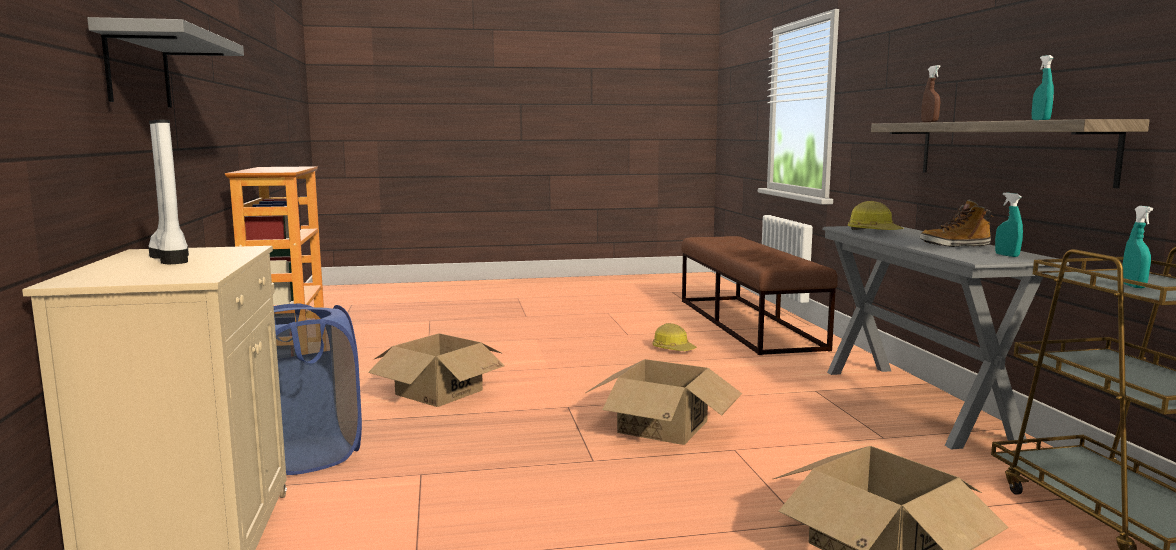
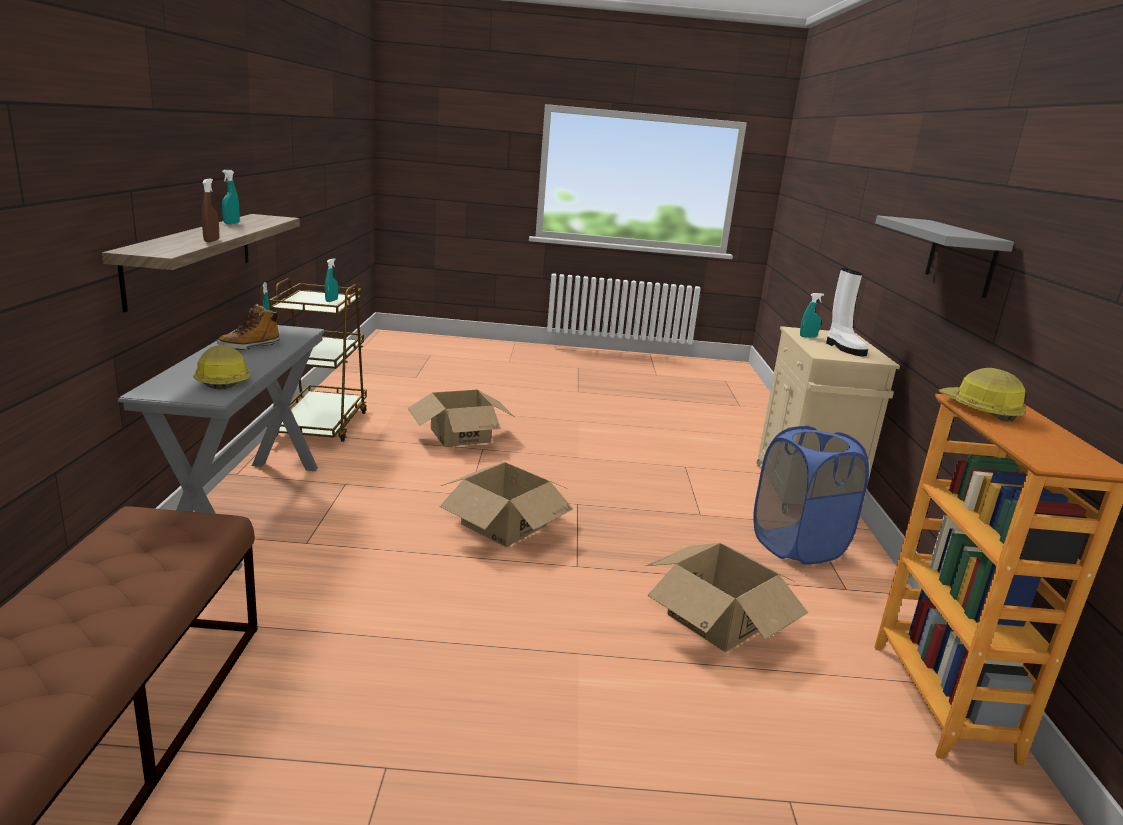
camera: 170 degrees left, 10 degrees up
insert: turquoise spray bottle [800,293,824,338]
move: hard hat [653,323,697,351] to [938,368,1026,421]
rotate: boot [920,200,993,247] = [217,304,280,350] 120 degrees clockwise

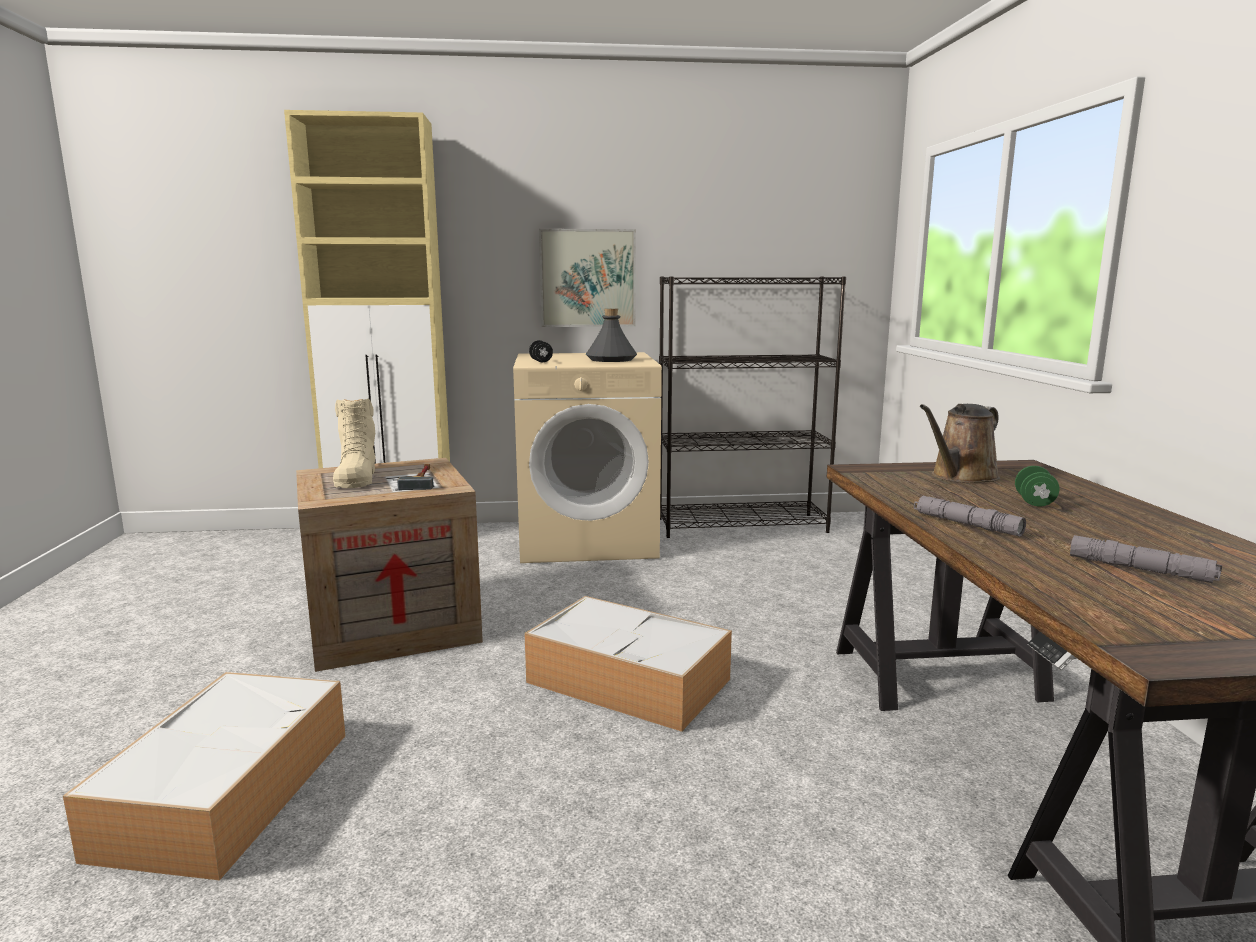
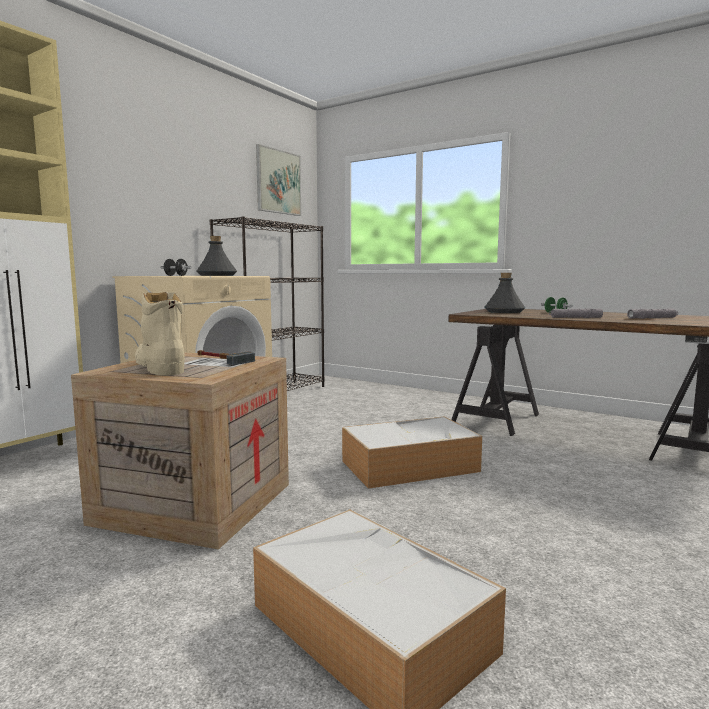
camera: 50 degrees left, 5 degrees down
move: picture [539,229,636,327] to [256,144,301,216]
replace: brown watering can [920,404,1000,483] to grey bottle [485,273,525,313]
rotate: beige boot [333,398,376,488] = [135,292,185,375] 150 degrees counterclockwise

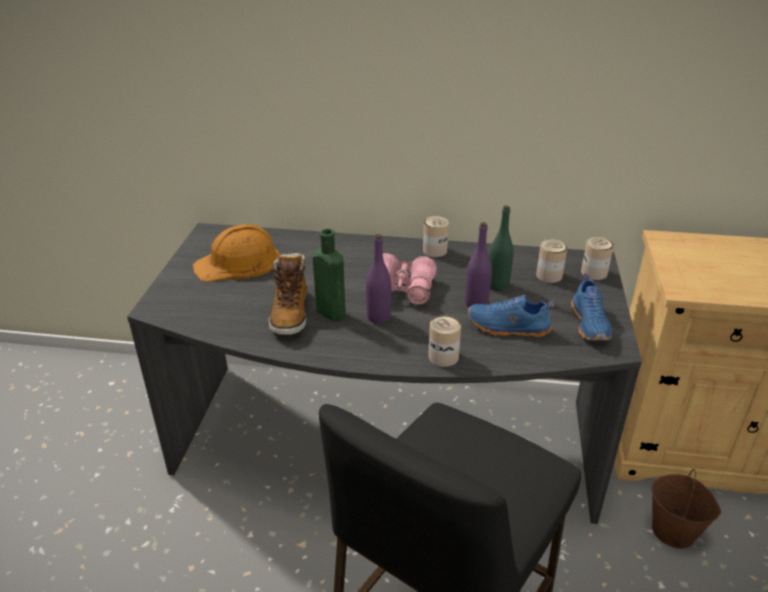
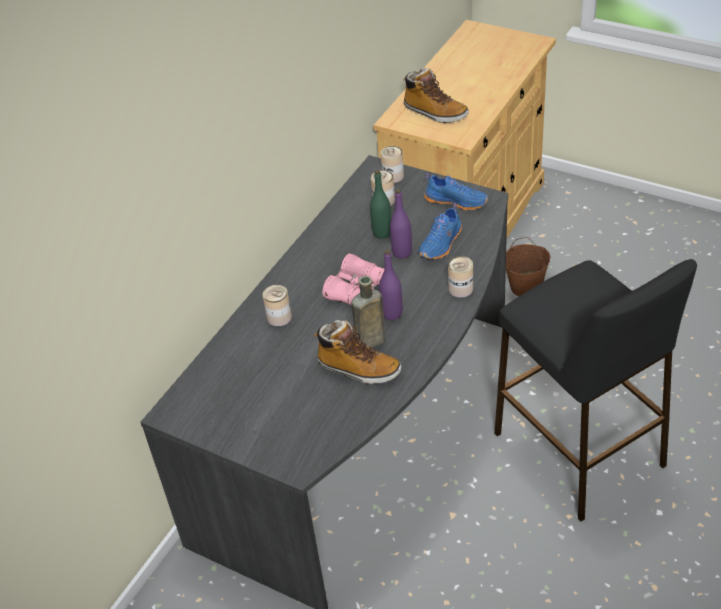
camera: 65 degrees left, 10 degrees up
delete: orange hard hat [193,224,280,282]
insert: boot [403,68,469,123]
move: can [423,216,449,257] to [263,285,292,326]
recolor: green bottle [313,229,346,321] to brown bottle [351,276,385,348]

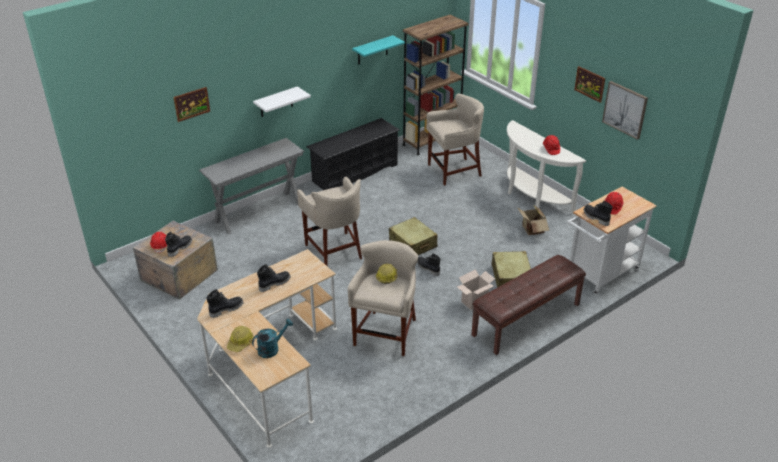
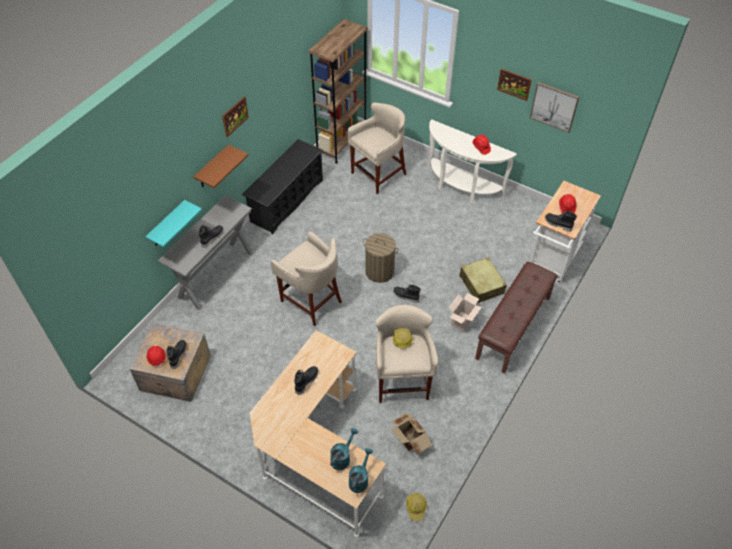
camera: 20 degrees left, 15 degrees up
insert: turquoise watering can [349,448,373,493]
move: picture [174,87,210,122] to [222,96,249,137]; black boot [206,289,243,318] to [198,225,224,248]; hard hat [227,326,254,352] to [406,493,427,521]; turquoise shelf [352,35,405,64] to [145,200,202,247]; cardboard box [518,206,549,235] to [390,413,432,455]
replace: beige suitcase [389,217,438,255] to laundry basket [363,233,399,283]
recolor: white shelf [253,86,311,117] to brown shelf [194,145,249,188]

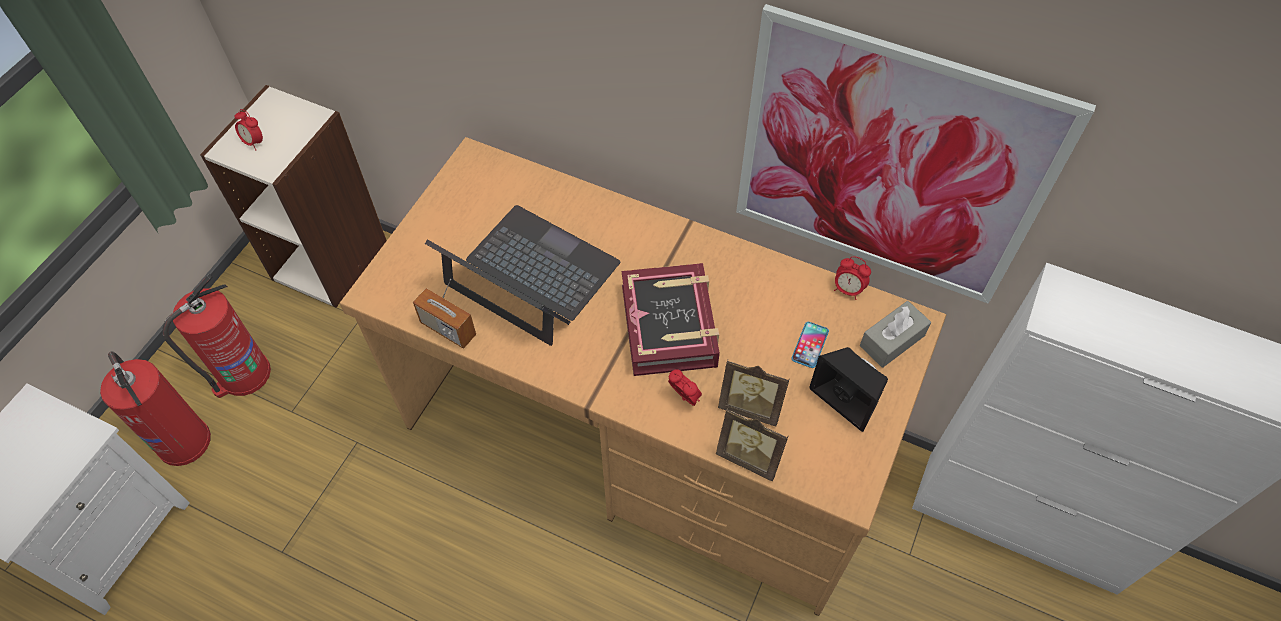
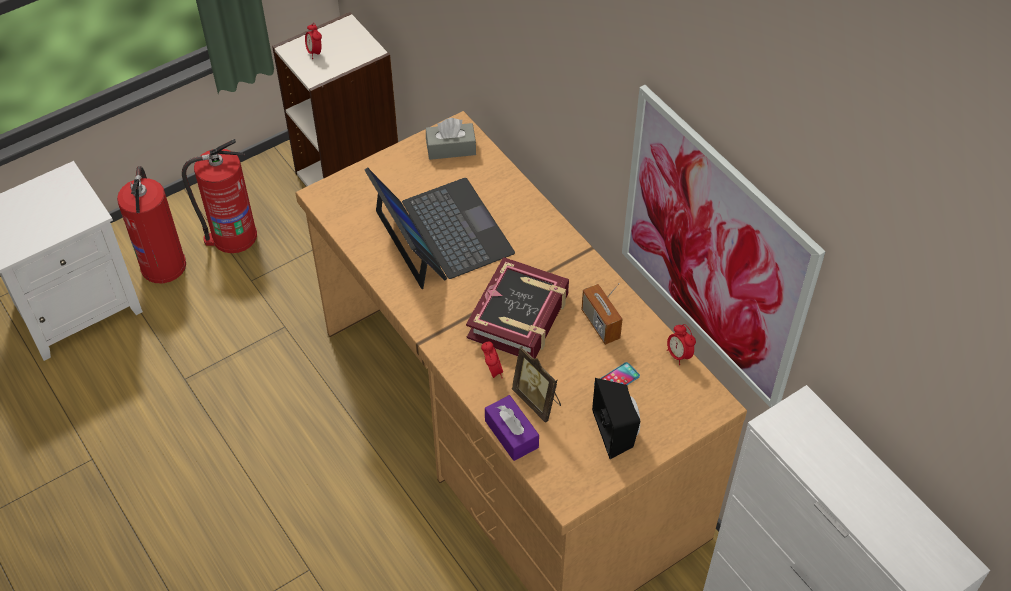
camera: 30 degrees right, 5 degrees down
move: radio [413,279,476,349] to [581,283,623,345]; grey tissue box [860,301,931,368] to [426,118,476,160]
replace: picture frame [716,408,788,481] to purple tissue box [485,395,539,461]

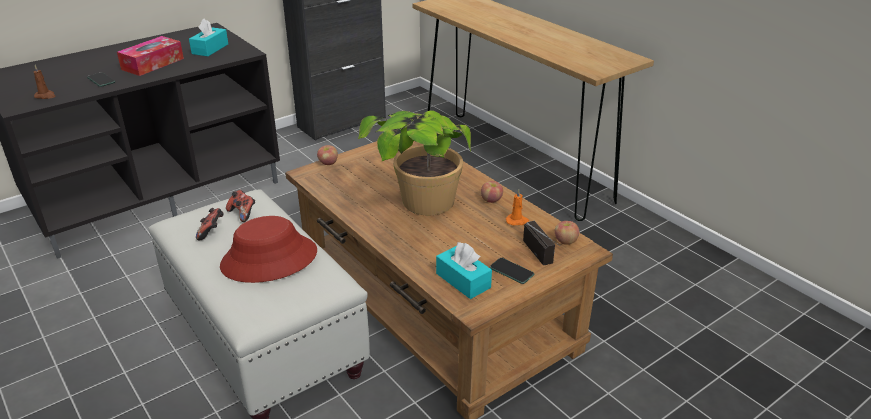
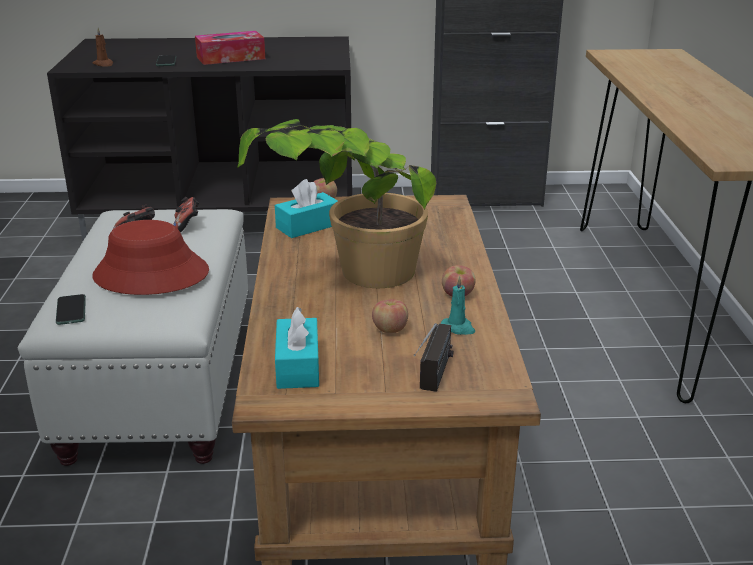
camera: 35 degrees right, 5 degrees down
move: turquoise tissue box [189,18,228,56] to [275,179,338,238]; phone [490,258,534,284] to [56,294,86,325]; apple [555,221,579,245] to [372,299,408,333]
recolor: orange candle [506,189,529,226] to turquoise candle [441,276,475,335]

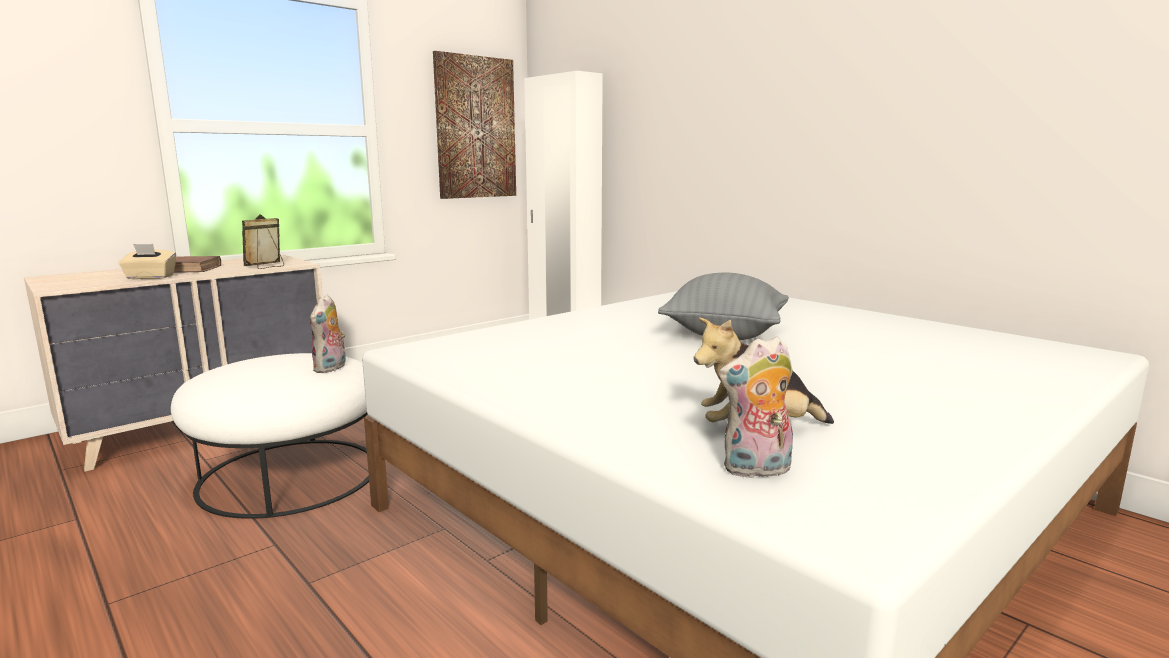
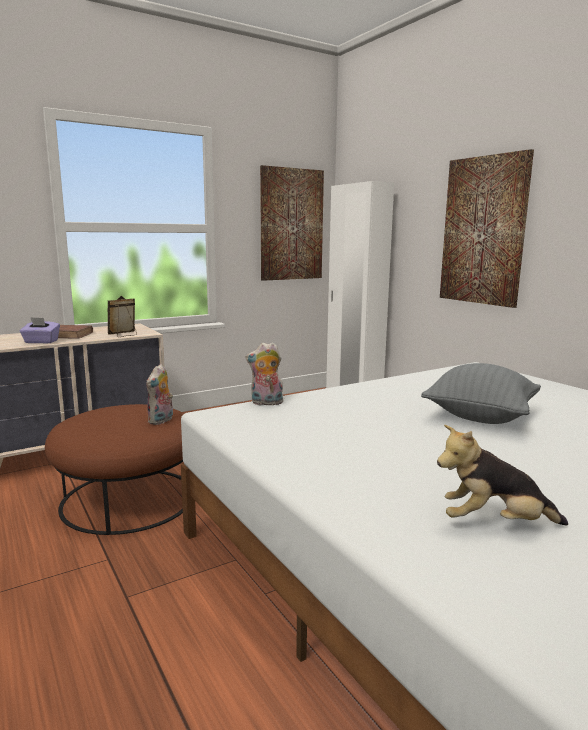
camera: 10 degrees right, 0 degrees up
insert: picture [440,149,534,308]
move: plush toy [719,337,793,479] to [245,342,284,405]
recolor: beige tissue box [118,244,176,279] to purple tissue box [20,317,60,343]; white ottoman [171,353,369,519] to brown ottoman [45,404,184,535]

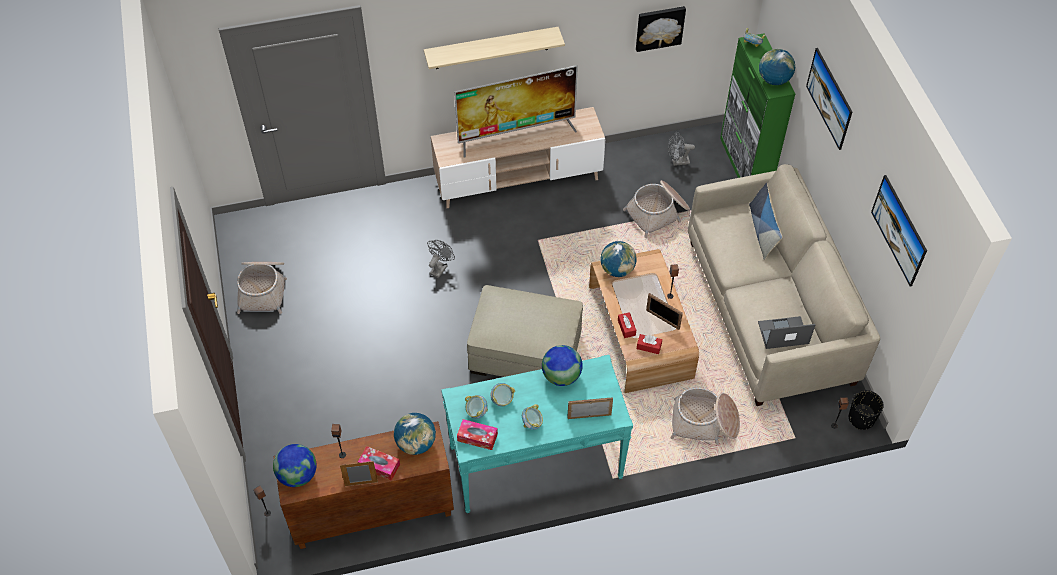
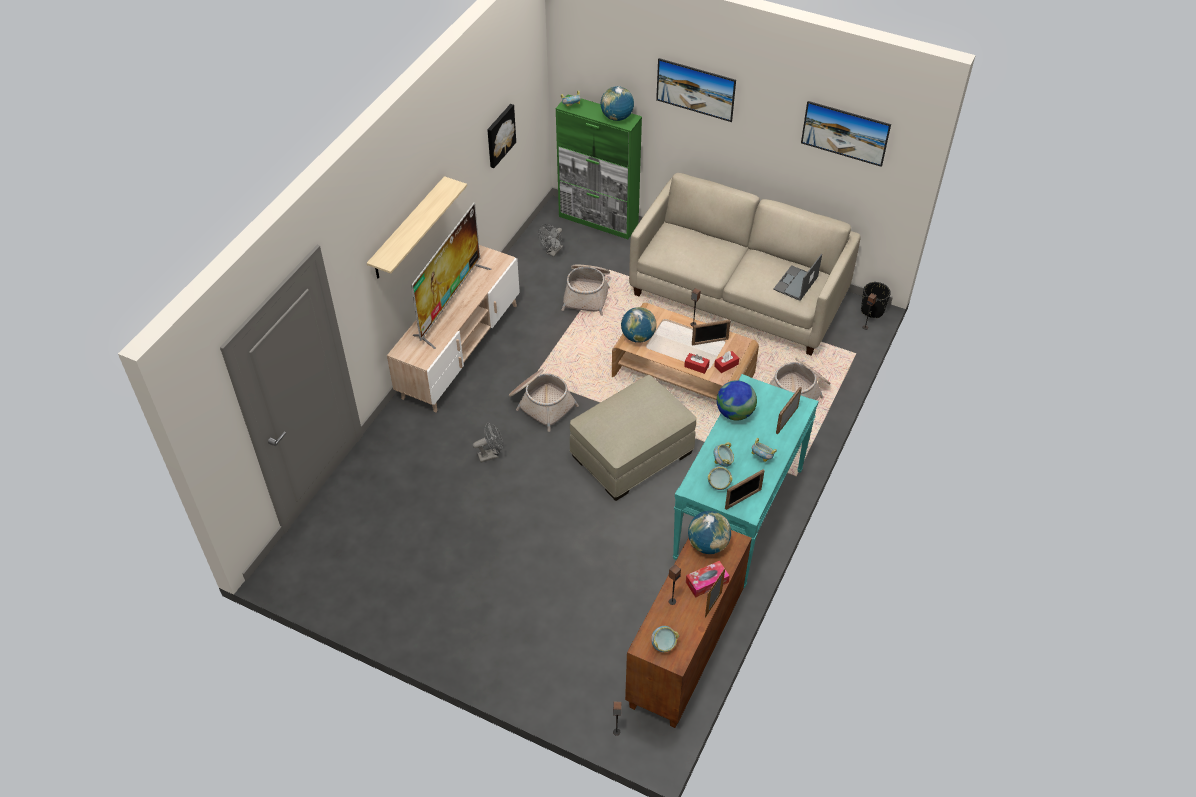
camera: 50 degrees left, 5 degrees down
delete: pillow [749,183,782,260]
move: basket [237,262,287,314] to [509,369,579,432]
replace: globe [273,444,317,487] to bowl [651,626,679,652]; tissue box [457,419,498,450] to picture frame [725,469,765,510]
rotate: grey fan [427,240,455,278] = [473,422,503,463] 90 degrees clockwise

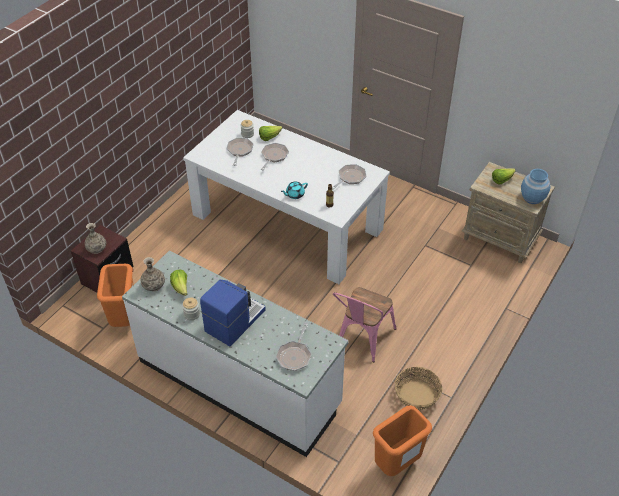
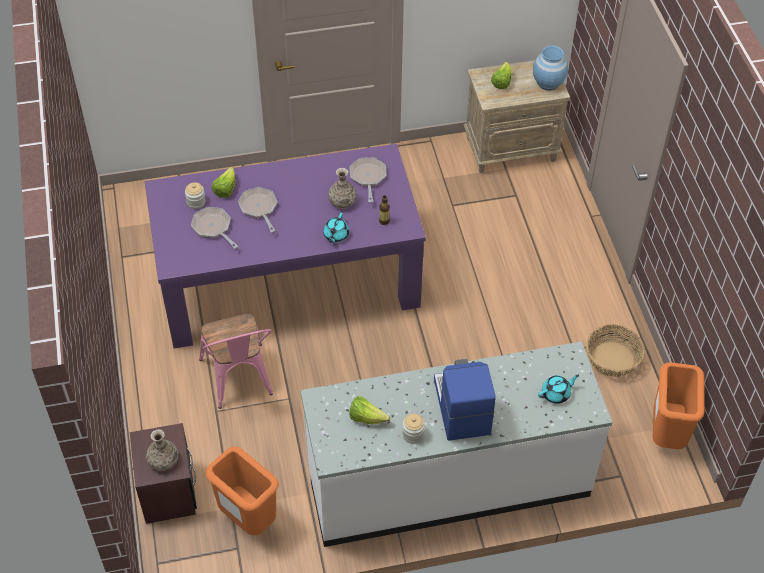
camera: 45 degrees left, 5 degrees up
move: vase [140,257,165,291] to [328,168,357,209]; pink chair [333,287,396,362] to [199,313,273,409]
replace: frying pan [276,323,312,371] to turquoise teapot [538,375,579,404]
recolor: white dining table [183,110,390,284] to purple dining table [145,144,426,348]

